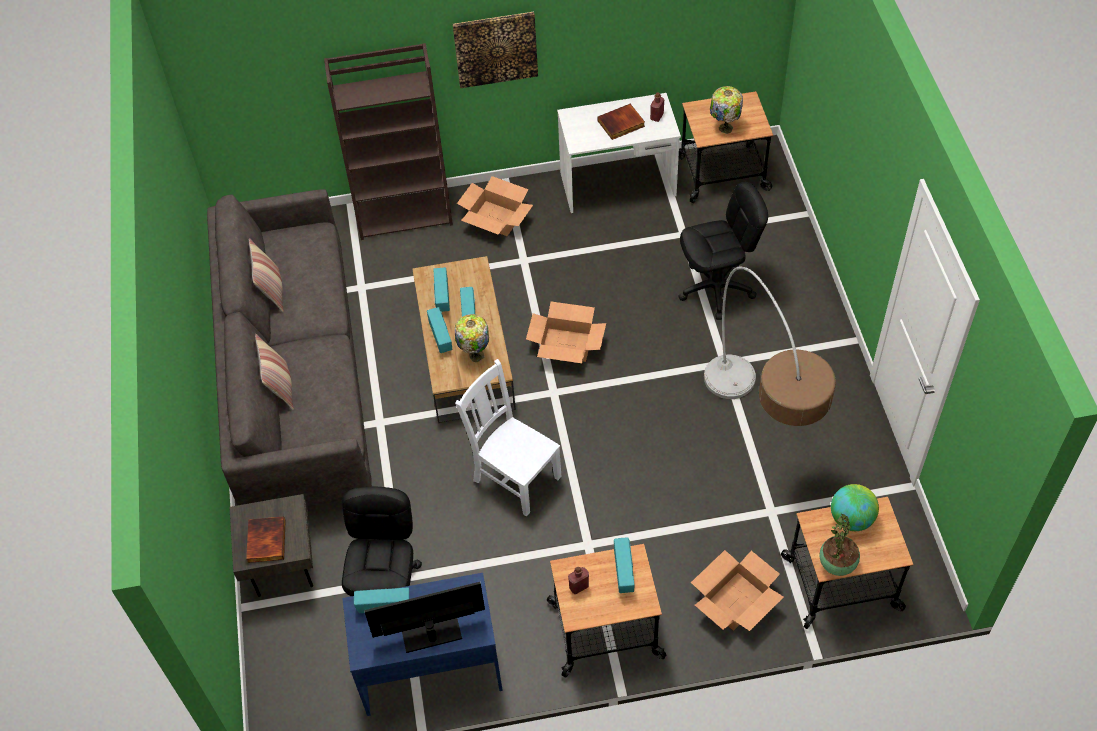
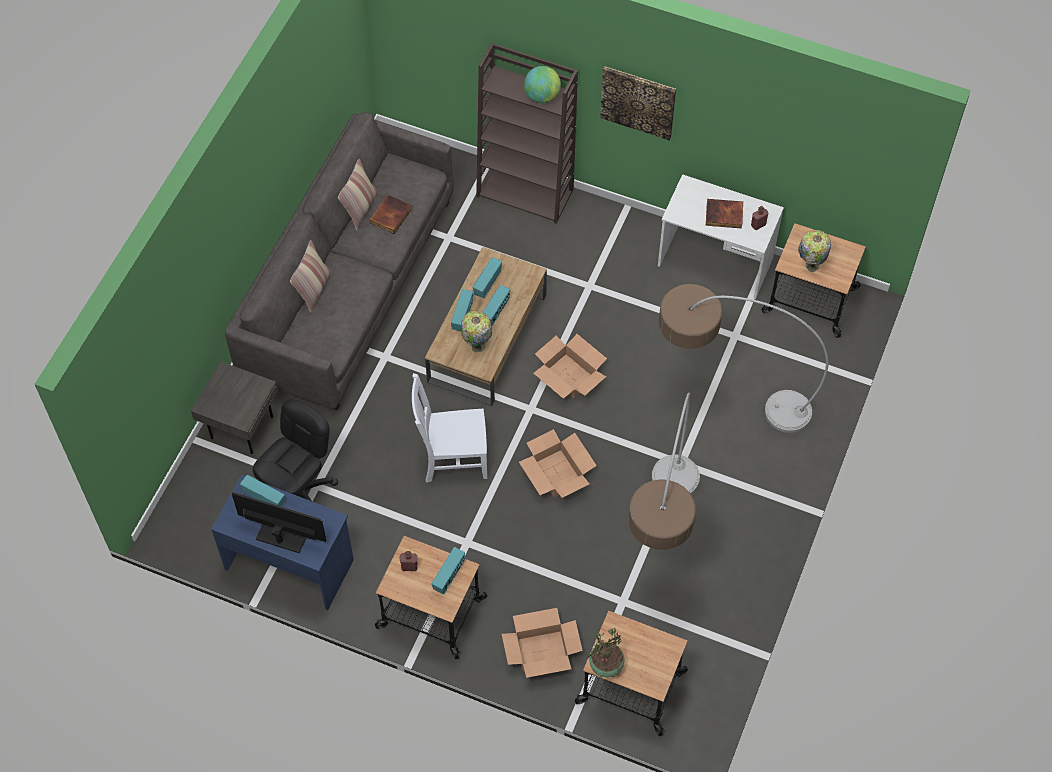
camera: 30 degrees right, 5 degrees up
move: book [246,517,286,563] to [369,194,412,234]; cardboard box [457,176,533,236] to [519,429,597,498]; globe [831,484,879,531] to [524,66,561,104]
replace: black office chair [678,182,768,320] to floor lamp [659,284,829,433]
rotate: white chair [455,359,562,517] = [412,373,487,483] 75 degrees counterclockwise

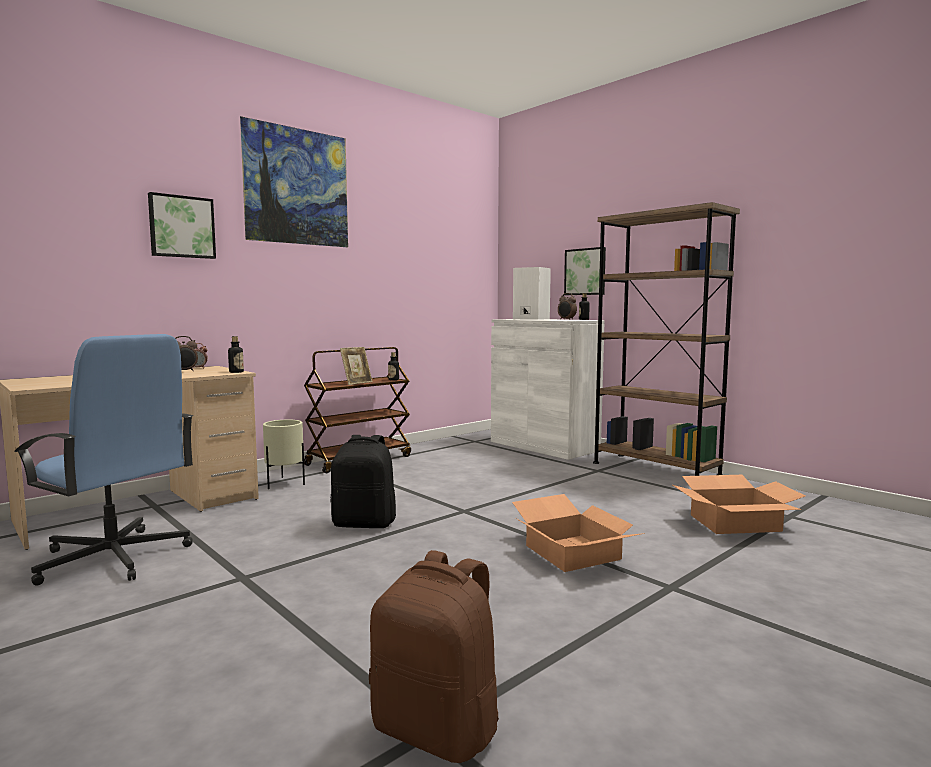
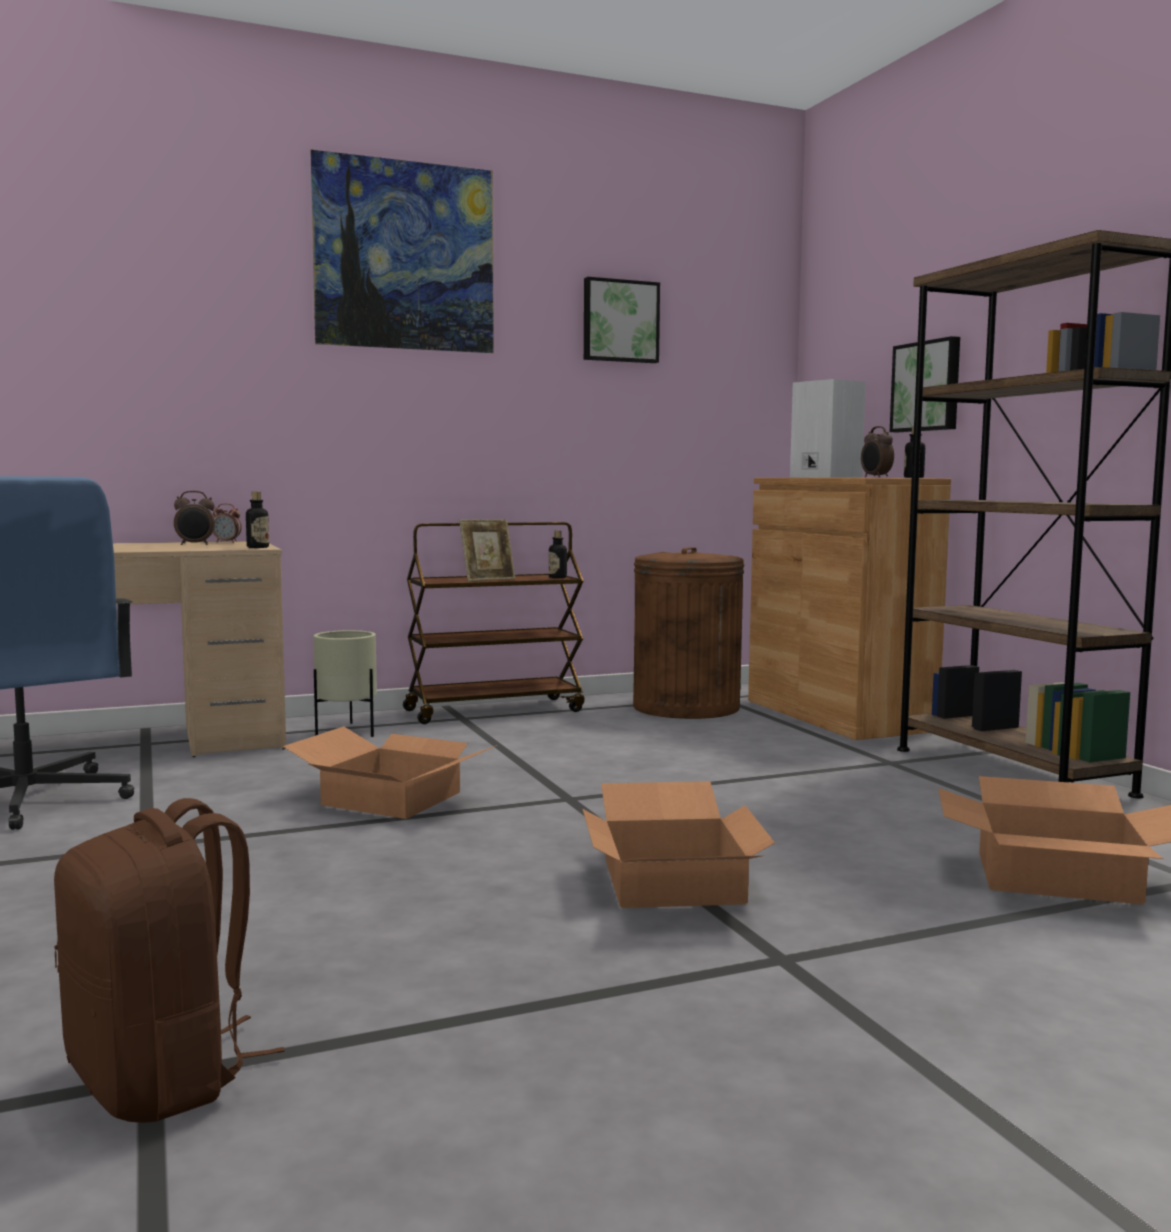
camera: 20 degrees right, 0 degrees up
insert: brown trash can [633,547,744,719]
move: picture [148,192,216,259] to [584,277,660,363]
replace: black backpack [330,435,396,528] to cardboard box [283,726,498,819]
recolor: white cabinet [491,319,605,460] to brown cabinet [748,478,951,740]

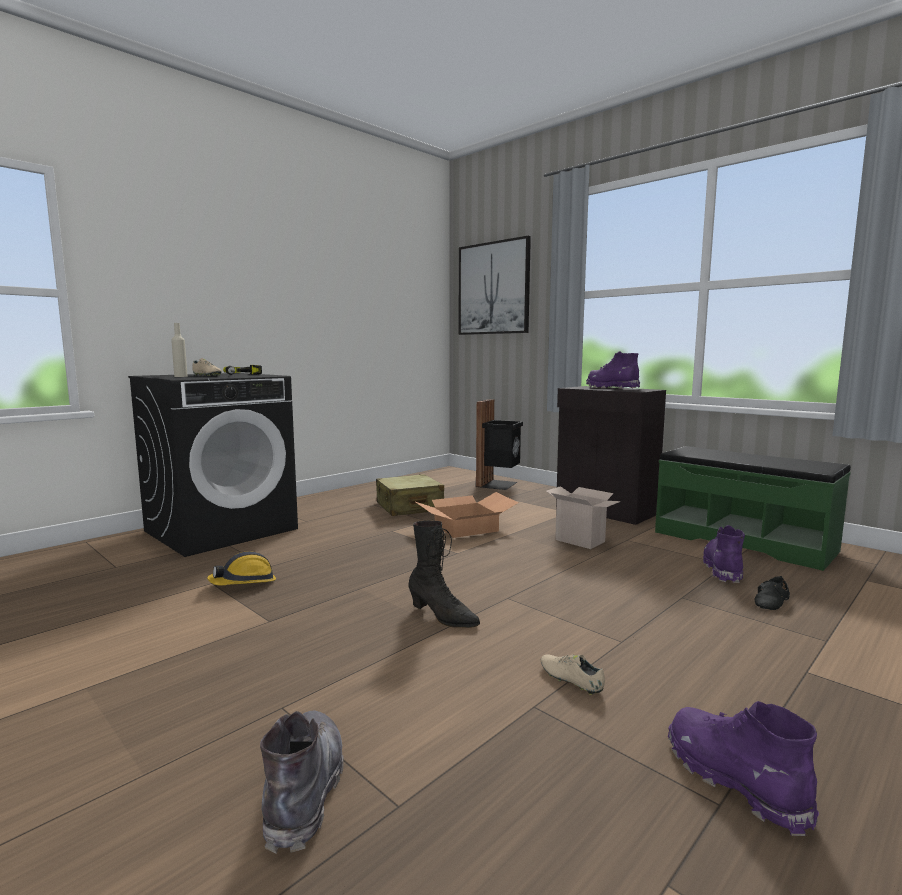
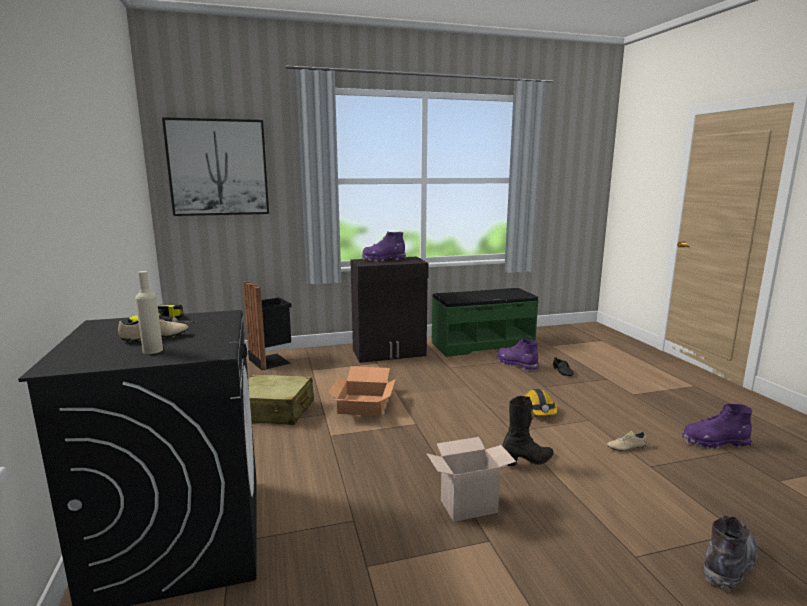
camera: 60 degrees left, 5 degrees up
move: hard hat [207,551,276,585] to [525,389,557,415]; cardboard box [546,486,621,549] to [427,437,516,522]
rotate: grey boot [260,711,344,853] = [703,515,758,591] 105 degrees clockwise

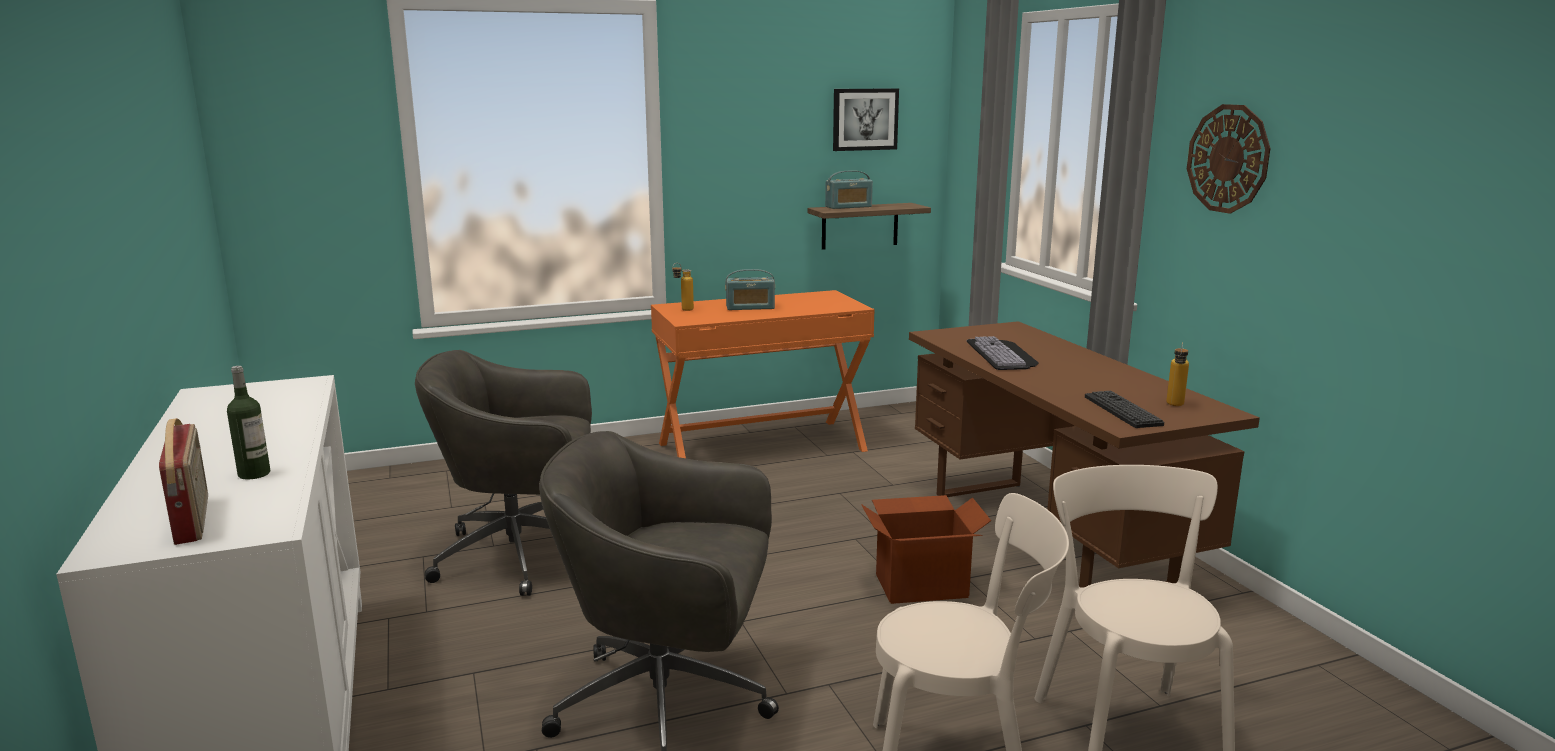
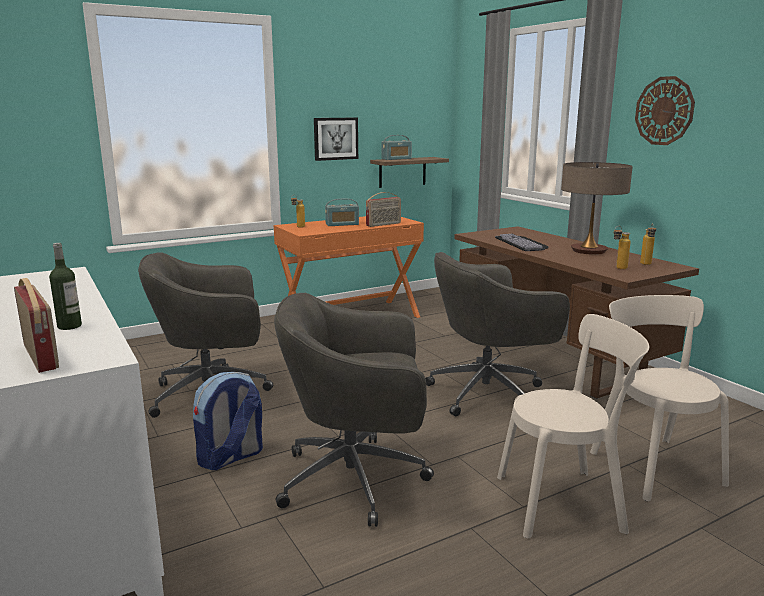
camera: 10 degrees left, 0 degrees up
insert: backpack [193,372,263,470]; radio [366,192,401,227]; table lamp [561,162,633,255]
move: picture [833,88,899,151] to [314,118,358,161]
replace: cardboard box [861,495,991,604] to grey office chair [425,252,570,416]; keyboard [1085,391,1164,428] to bottle [614,226,631,269]

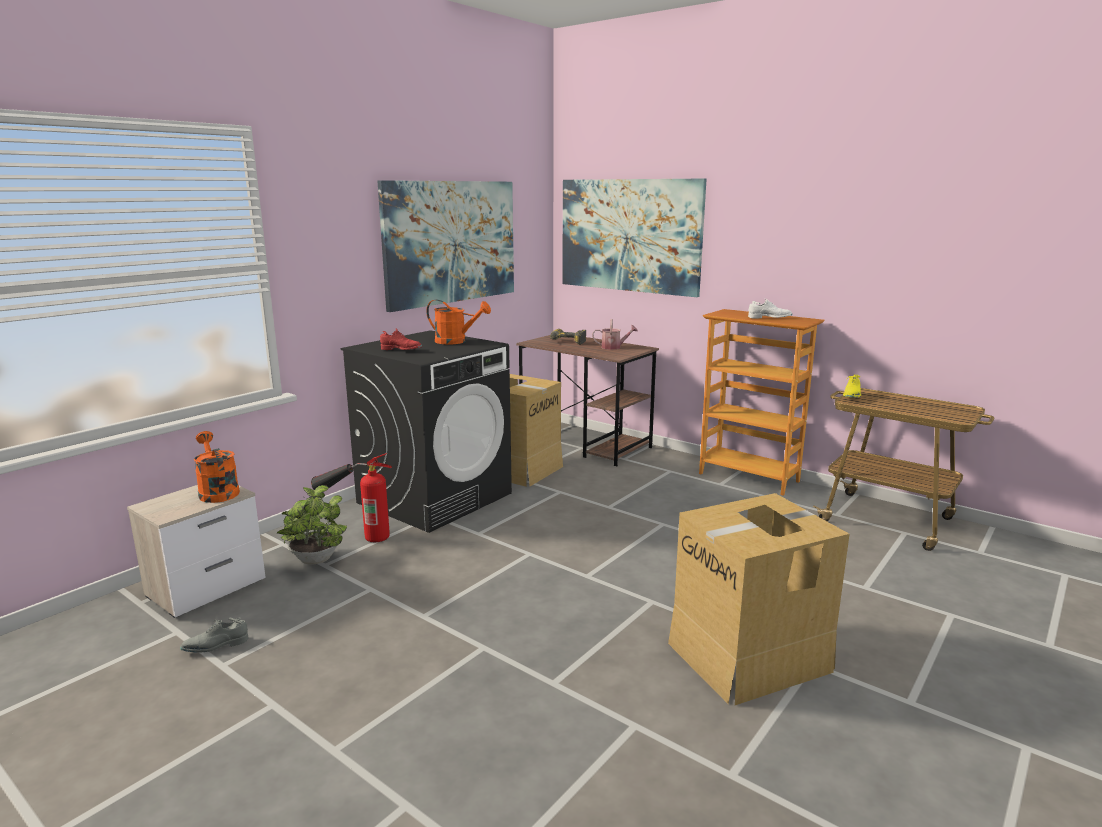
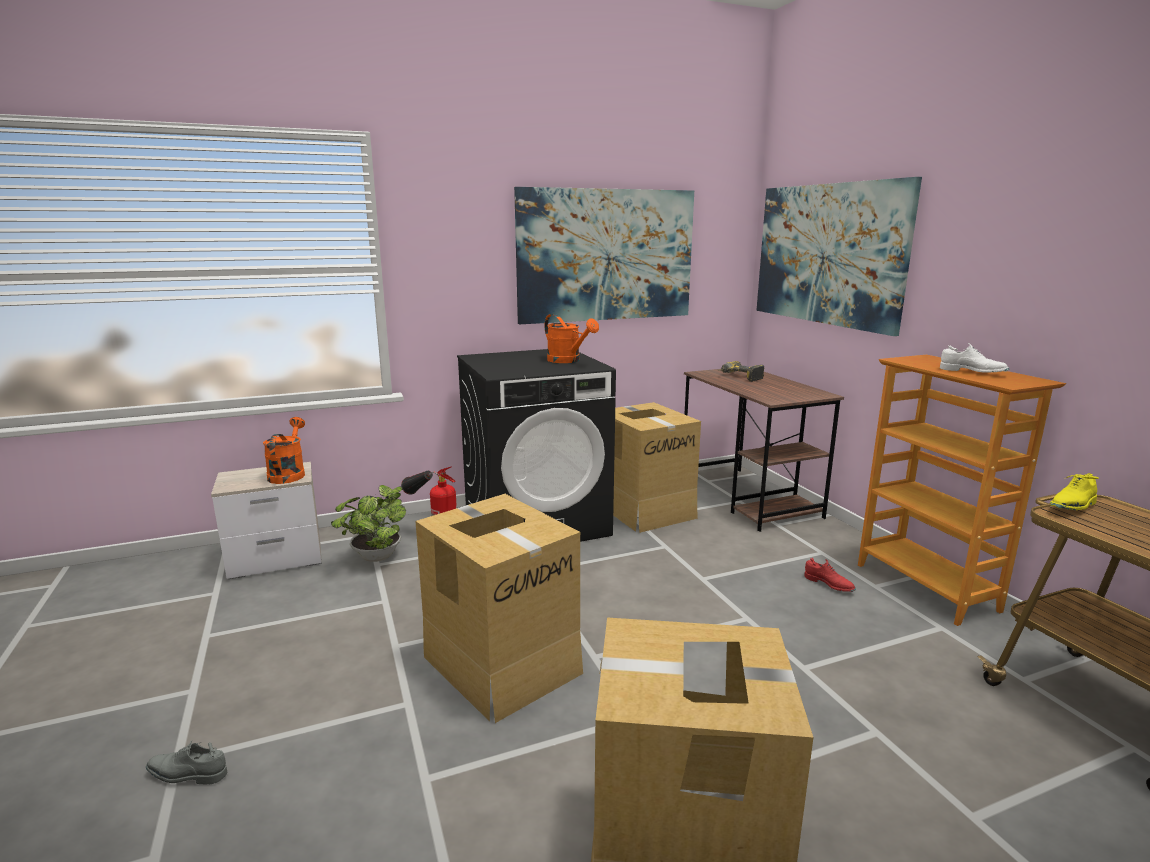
camera: 30 degrees right, 0 degrees up
delete: watering can [592,319,638,350]
insert: cardboard box [415,494,583,723]
move: grey shoe [180,618,248,652] to [146,740,227,784]; red shoe [380,328,422,350] to [804,558,856,592]

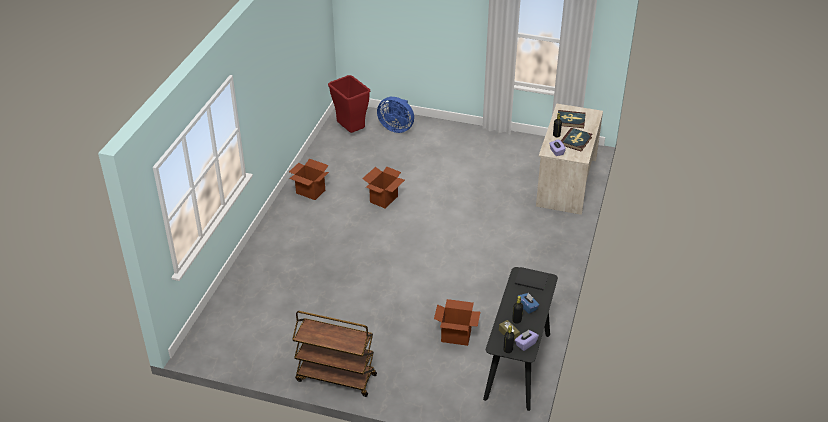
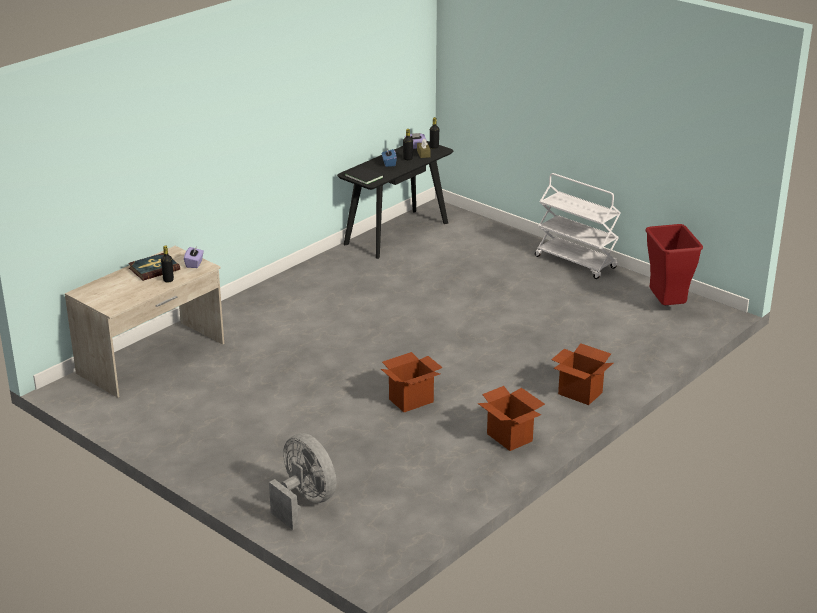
camera: 155 degrees left, 10 degrees down
delete: book [558,110,586,128]
move: red trash can [328,75,371,133] to [646,224,703,305]; cardboard box [434,299,480,346] to [551,343,613,405]
recolor: brown cart [292,311,377,397] to white cart [535,173,621,279]; blue fan [377,96,414,133] to grey fan [269,433,336,530]

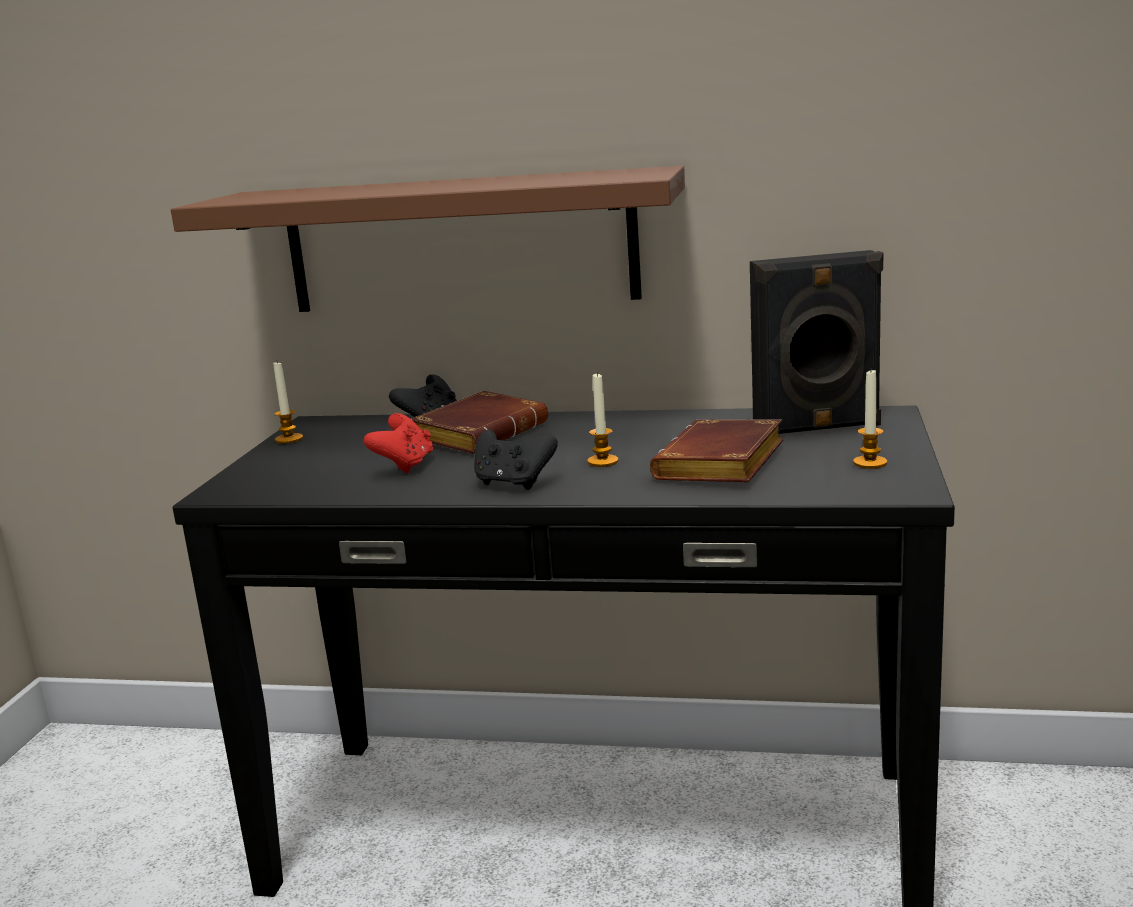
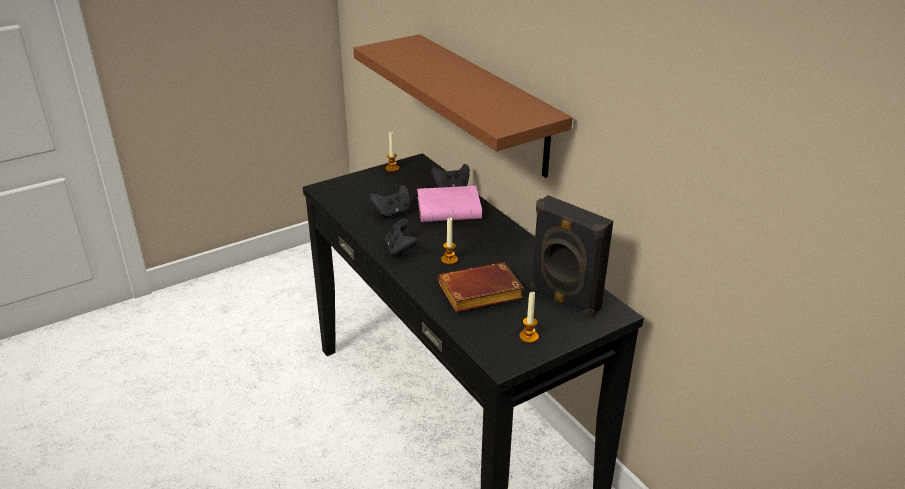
camera: 45 degrees right, 15 degrees up
recolor: red game controller [364,413,433,473] to black game controller [369,185,410,218]; brown book [411,391,548,454] to pink book [417,186,482,222]

